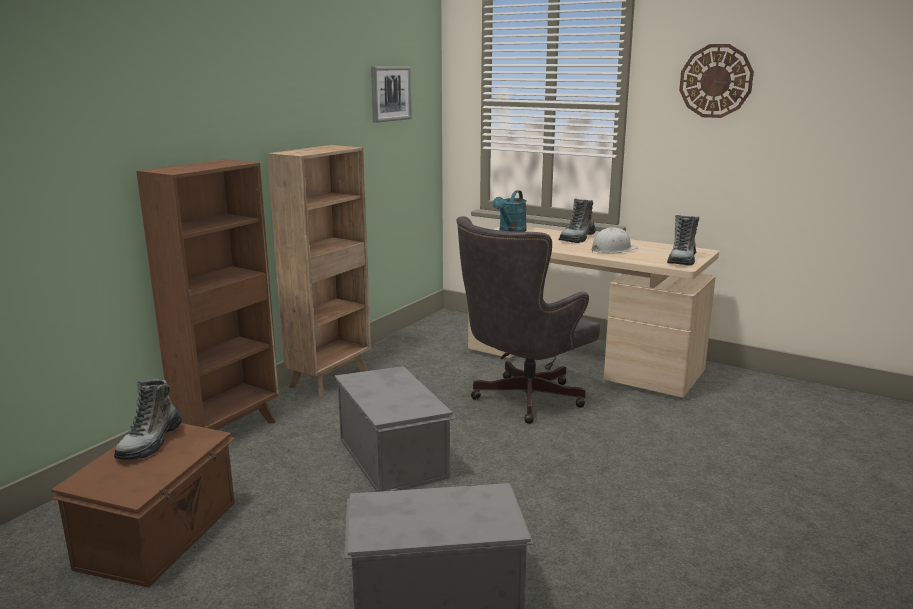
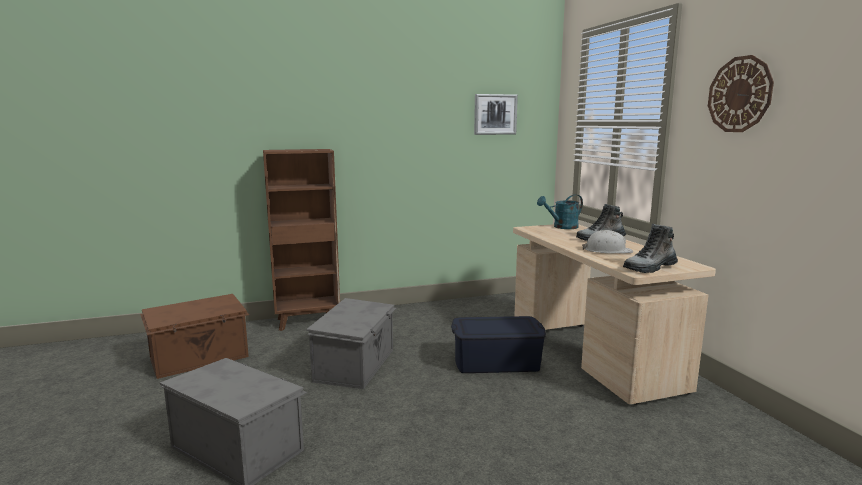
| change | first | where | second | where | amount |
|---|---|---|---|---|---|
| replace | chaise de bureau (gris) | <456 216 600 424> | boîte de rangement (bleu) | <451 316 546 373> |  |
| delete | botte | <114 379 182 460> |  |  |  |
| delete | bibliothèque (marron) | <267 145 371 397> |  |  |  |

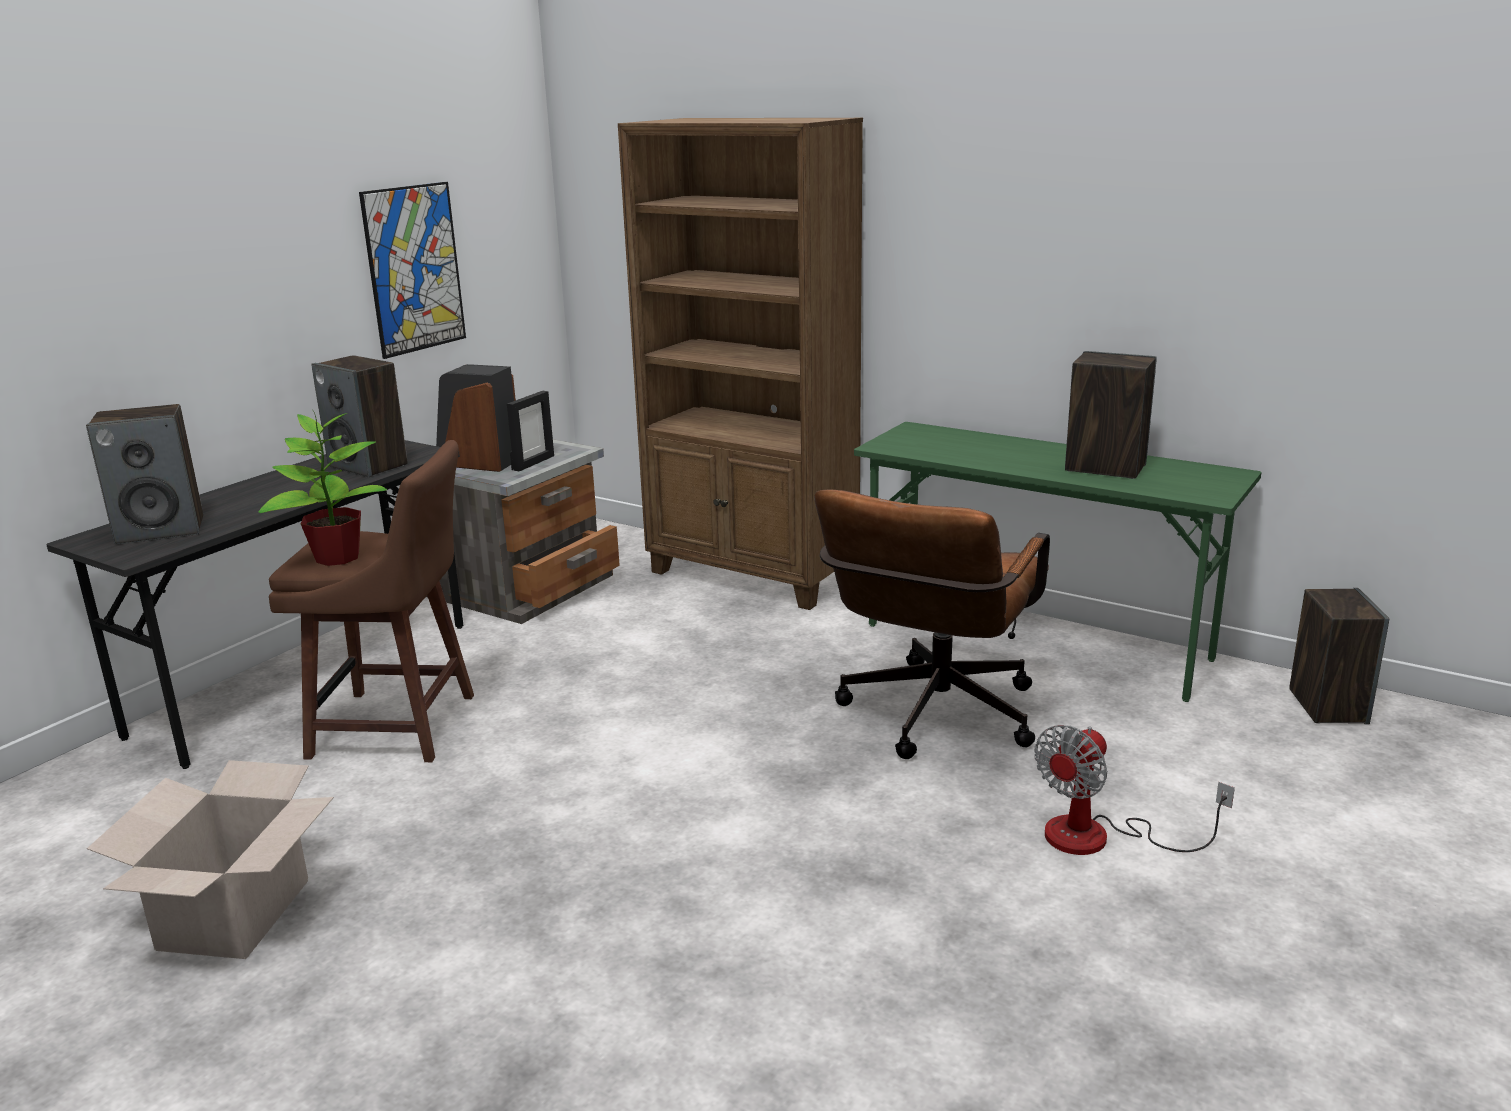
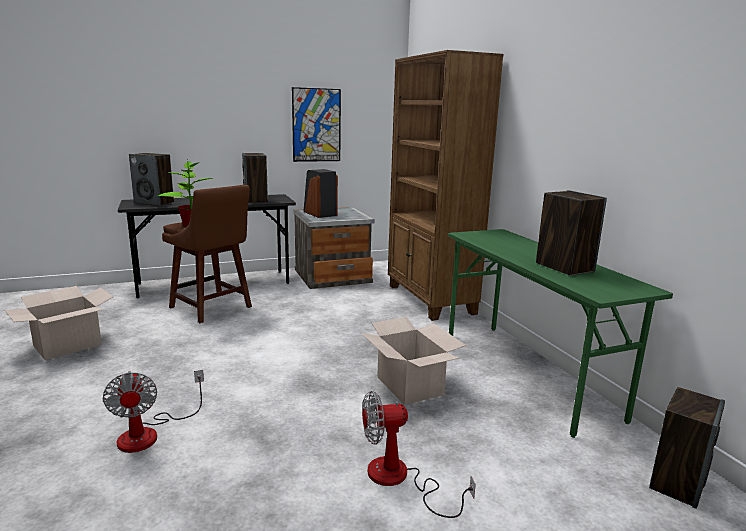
| change | first | where | second | where | amount |
|---|---|---|---|---|---|
| insert |  |  | ventilateur | <102 370 204 453> |  |
| replace | chaise de bureau (marron) | <814 490 1050 759> | carton | <361 317 466 405> |  |
| delete | cadre photo | <507 391 554 471> |  |  |  |

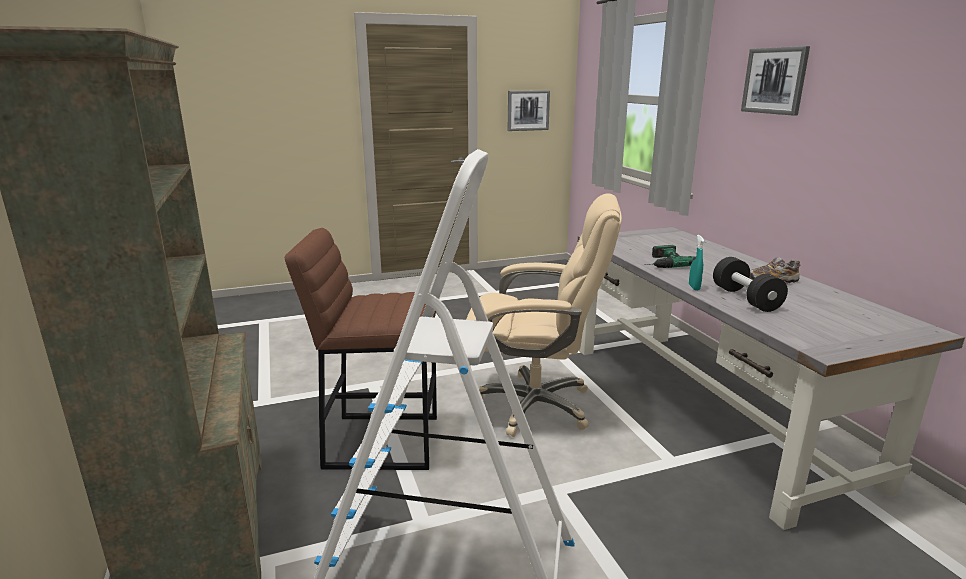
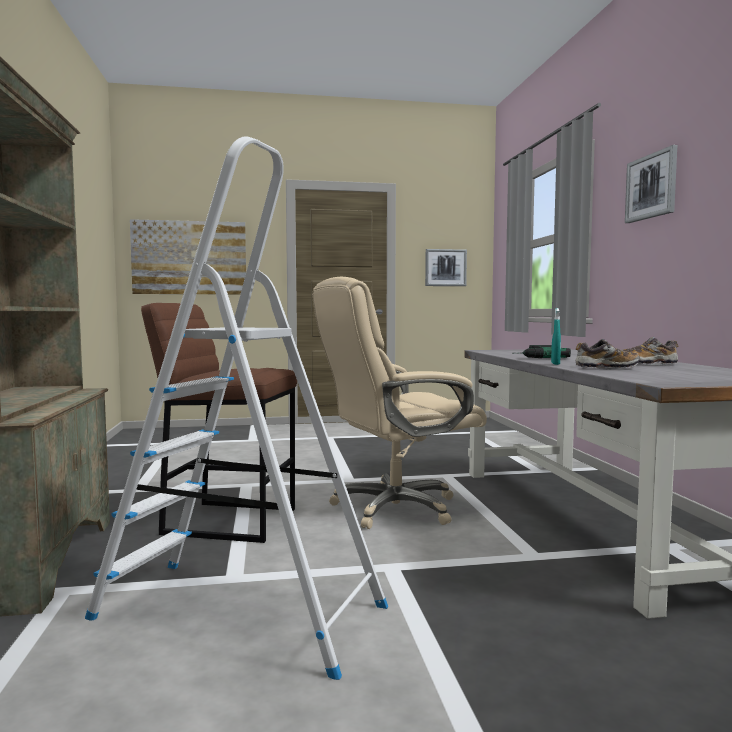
| change | first | where | second | where | amount |
|---|---|---|---|---|---|
| insert |  |  | tableau | <130 219 246 295> |  |
| rotate | chaise de bureau (beige) | <466 193 622 437> |  | <312 277 487 529> | 135 degrees clockwise |
| replace | haltère (noir) | <713 257 788 312> | chaussure | <575 339 639 368> |  |

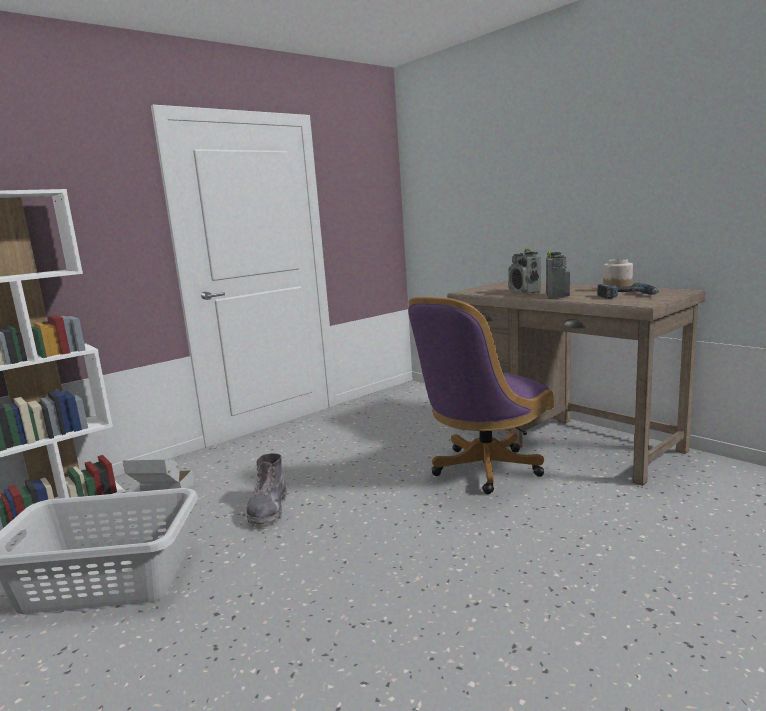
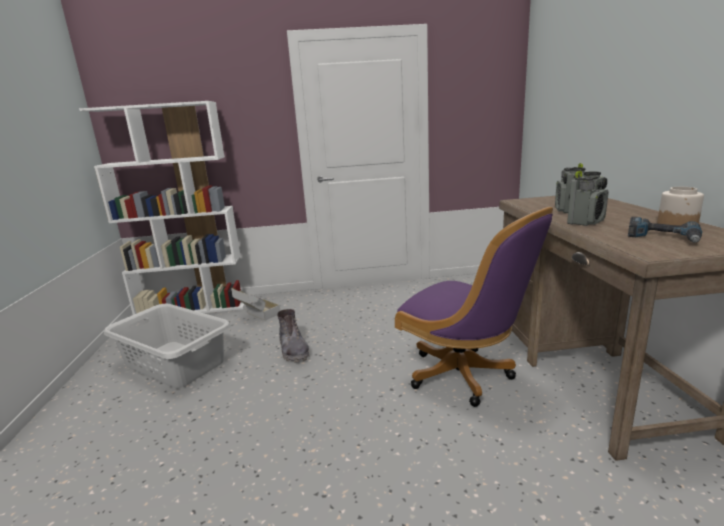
| change | first | where | second | where | amount |
|---|---|---|---|---|---|
| rotate | botte (gris) | <246 453 287 527> |  | <277 309 310 363> | 60 degrees counterclockwise |
| rotate | chaise de bureau (violet) | <408 297 554 494> |  | <395 207 553 407> | 120 degrees counterclockwise |

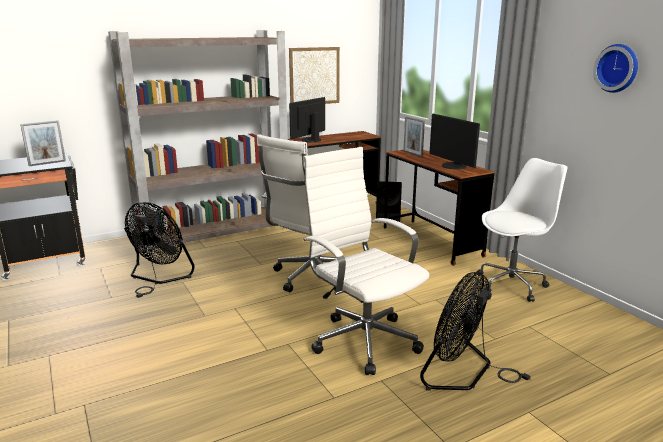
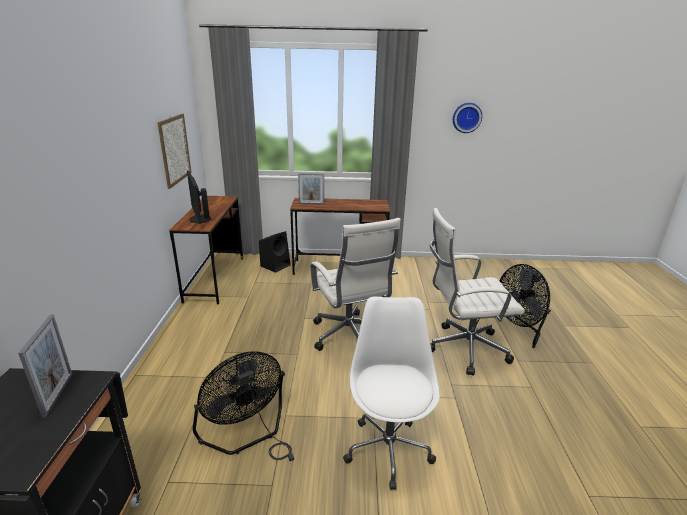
| change | first | where | second | where | amount |
|---|---|---|---|---|---|
| move | chaise de bureau (blanc) | <476 158 567 302> |  | <343 296 440 490> |  |
| delete | bibliothèque (marron) | <108 30 288 254> |  |  |  |
| delete | écran d'ordinateur | <429 113 480 169> |  |  |  |

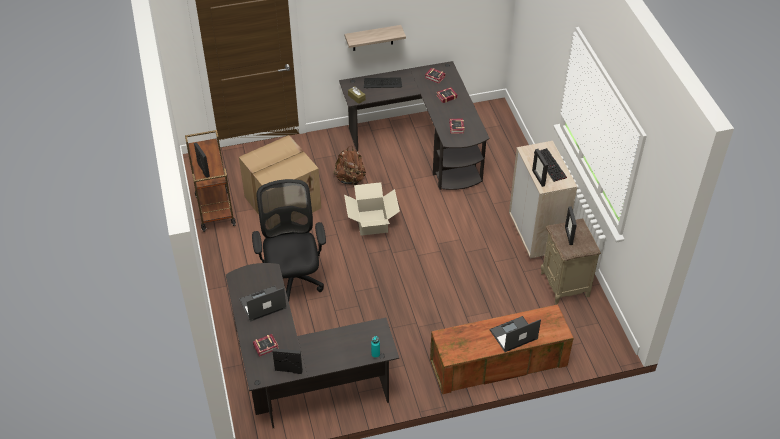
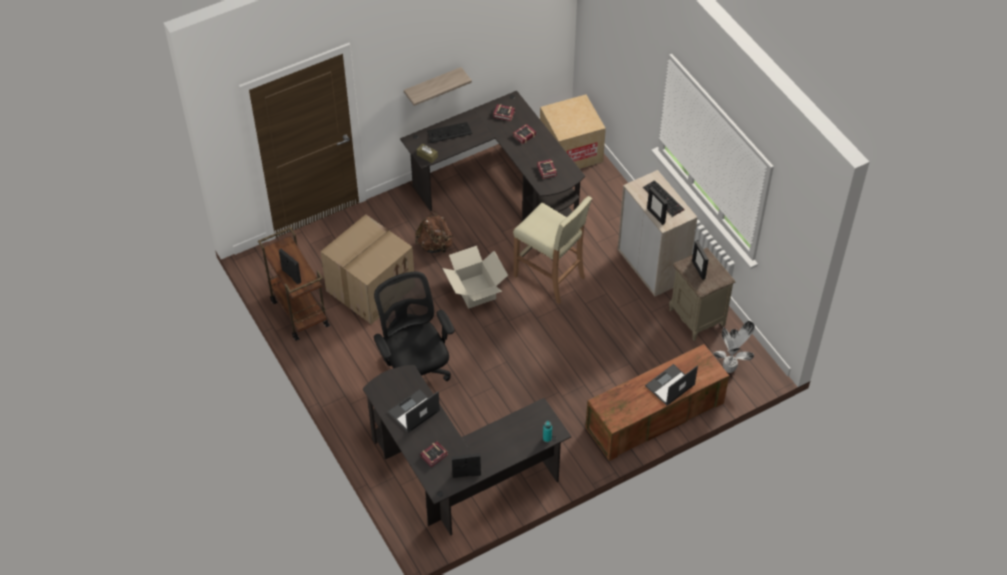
| change | first | where | second | where | amount |
|---|---|---|---|---|---|
| insert |  |  | tabouret (beige) | <513 196 592 304> |  |
| insert |  |  | carton | <540 94 606 169> |  |
| insert |  |  | plante en pot | <713 321 755 373> |  |

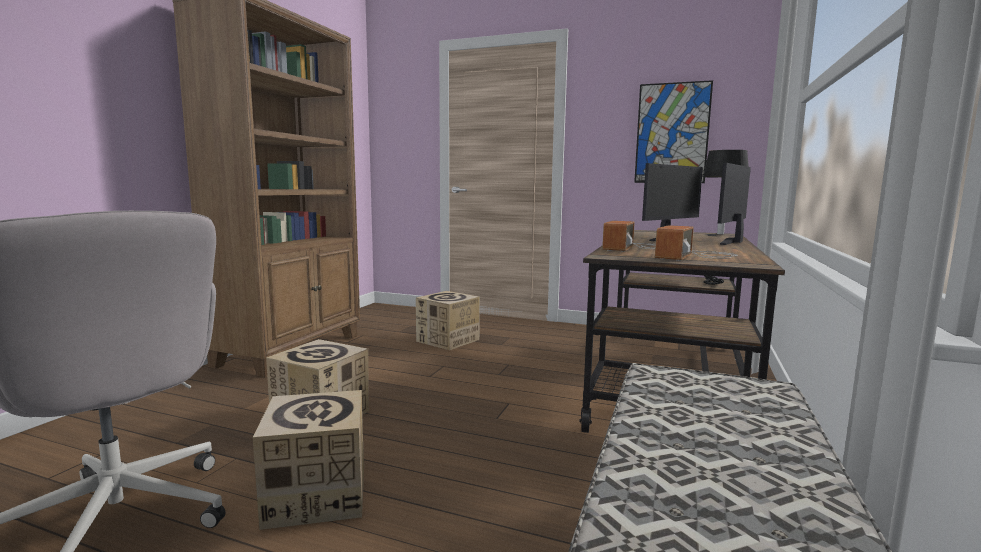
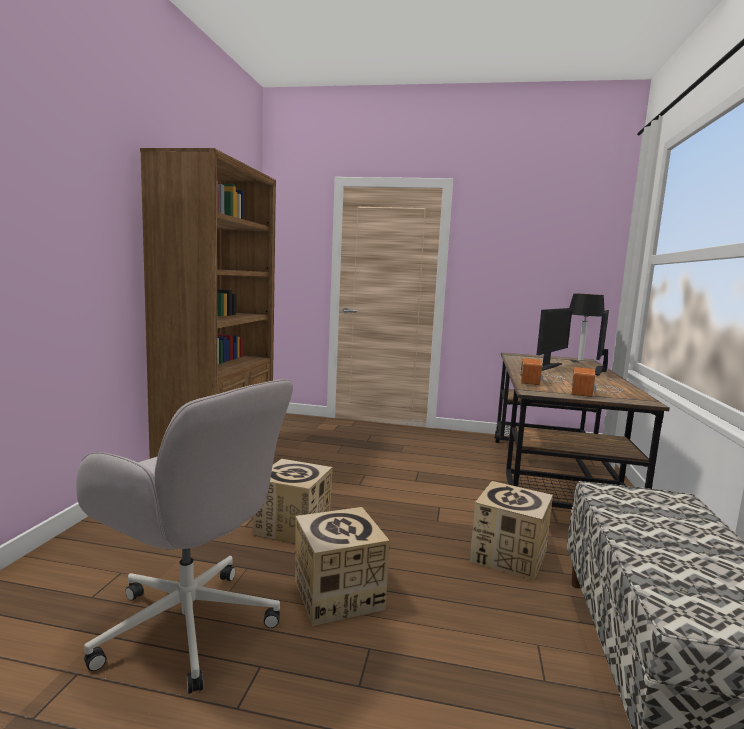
| change | first | where | second | where | amount |
|---|---|---|---|---|---|
| move | carton | <416 291 480 350> |  | <470 481 553 581> |  |
| delete | tableau | <634 80 713 183> |  |  |  |

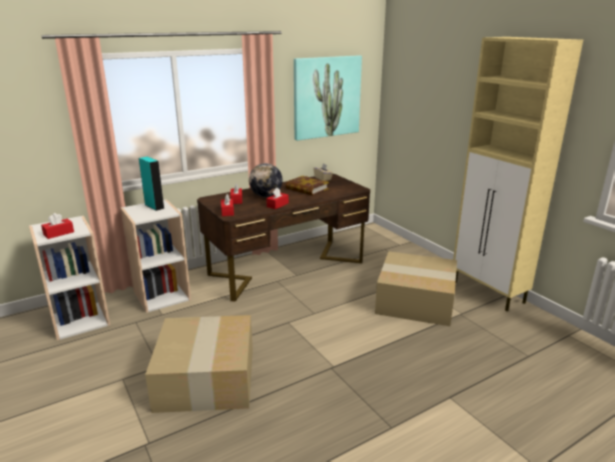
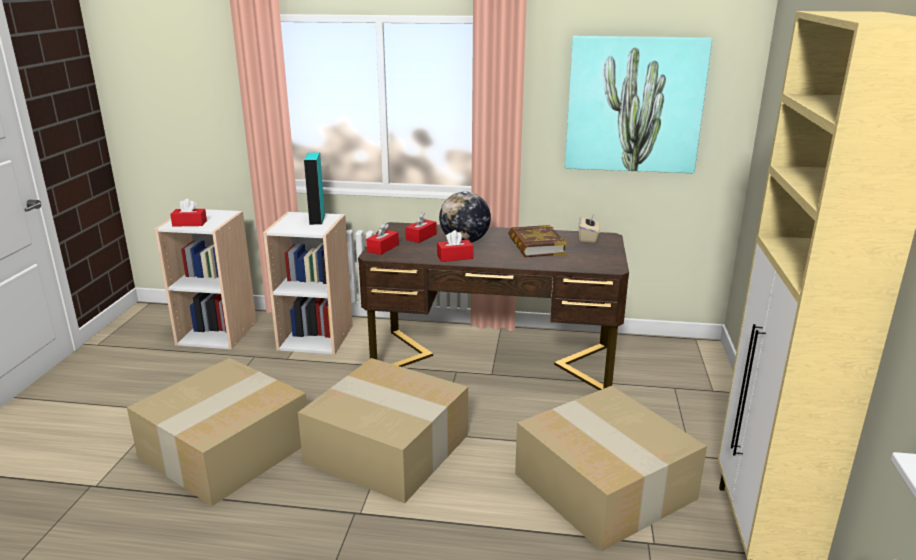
| change | first | where | second | where | amount |
|---|---|---|---|---|---|
| insert |  |  | carton | <298 358 468 503> |  |

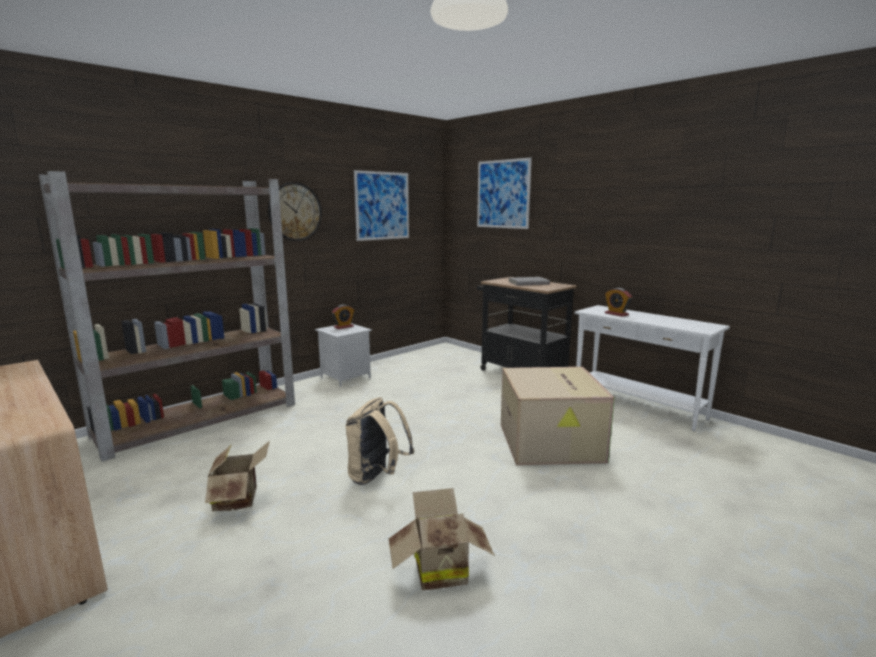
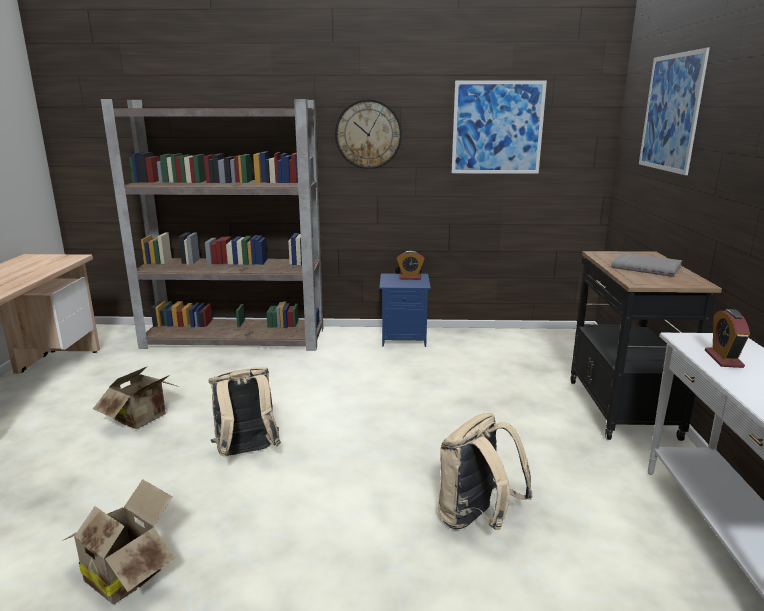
| change | first | where | second | where | amount |
|---|---|---|---|---|---|
| recolor | table de chevet (gris) | <315 323 372 387> | table de chevet (bleu) | <379 274 431 347> |  |
| replace | carton | <501 367 615 465> | sac à dos (beige) | <438 413 533 530> |  |

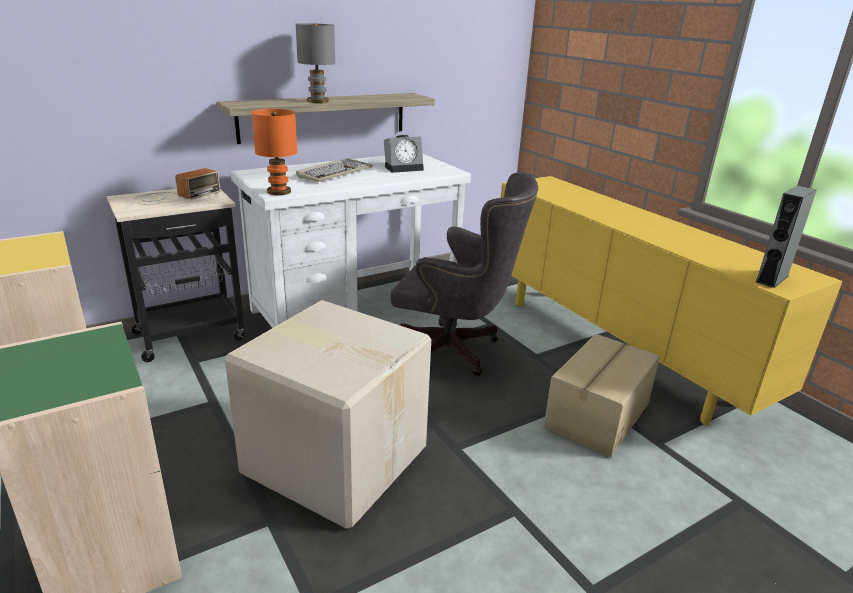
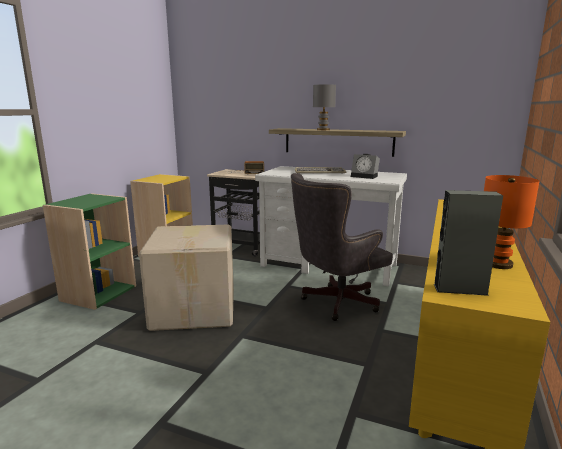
| change | first | where | second | where | amount |
|---|---|---|---|---|---|
| rotate | chaise de bureau (gris) | <391 173 538 376> |  | <291 173 393 321> | 75 degrees clockwise |
| move | lampe de table (orange) | <252 109 297 195> |  | <484 175 540 269> |  |
| delete | carton | <544 334 660 457> |  |  |  |

